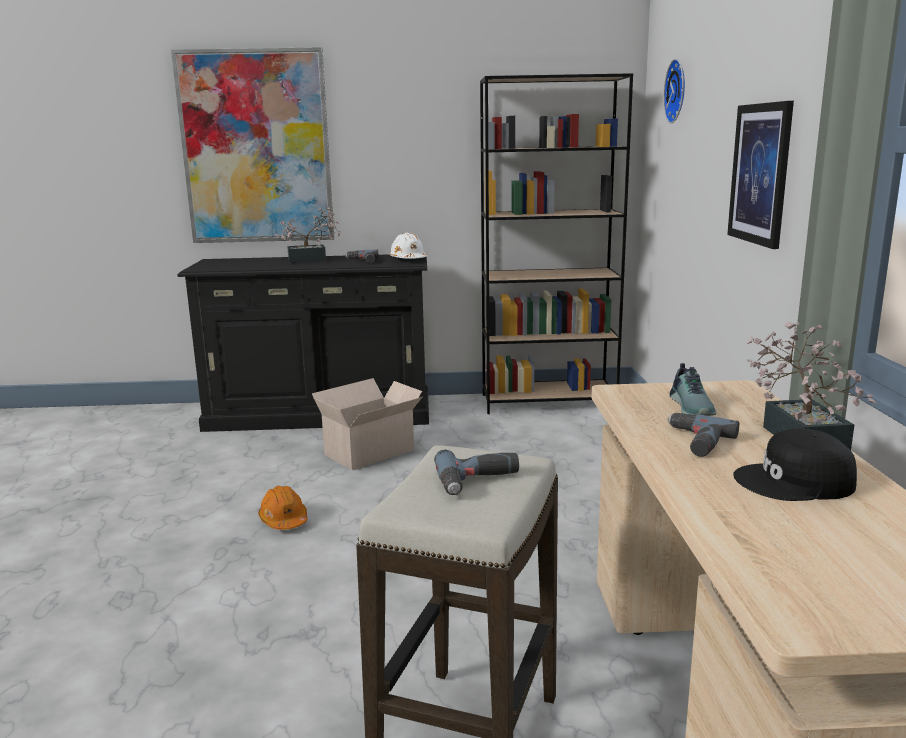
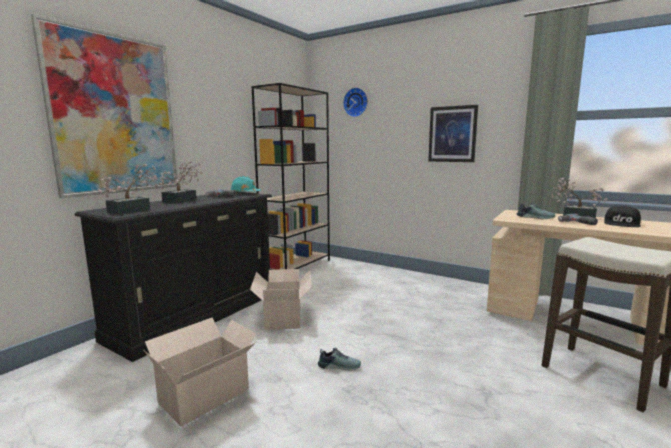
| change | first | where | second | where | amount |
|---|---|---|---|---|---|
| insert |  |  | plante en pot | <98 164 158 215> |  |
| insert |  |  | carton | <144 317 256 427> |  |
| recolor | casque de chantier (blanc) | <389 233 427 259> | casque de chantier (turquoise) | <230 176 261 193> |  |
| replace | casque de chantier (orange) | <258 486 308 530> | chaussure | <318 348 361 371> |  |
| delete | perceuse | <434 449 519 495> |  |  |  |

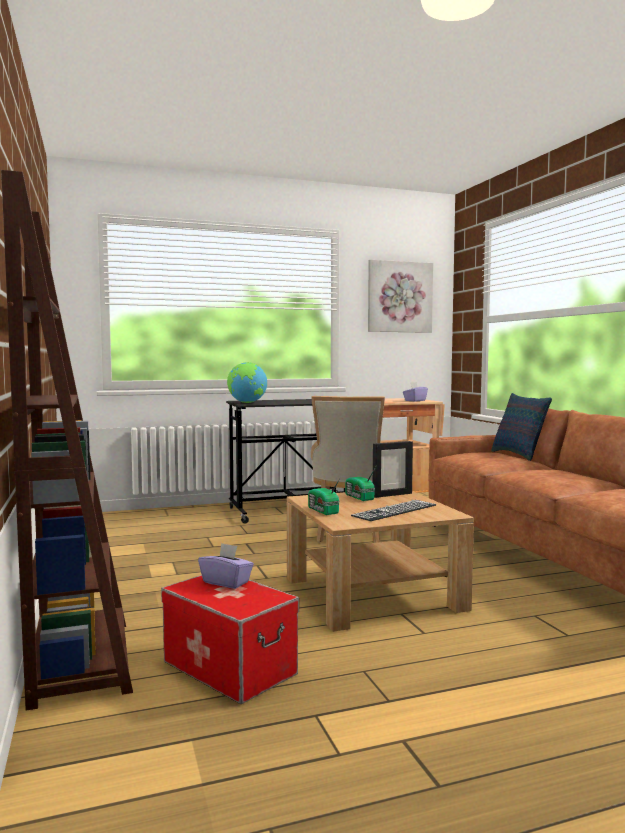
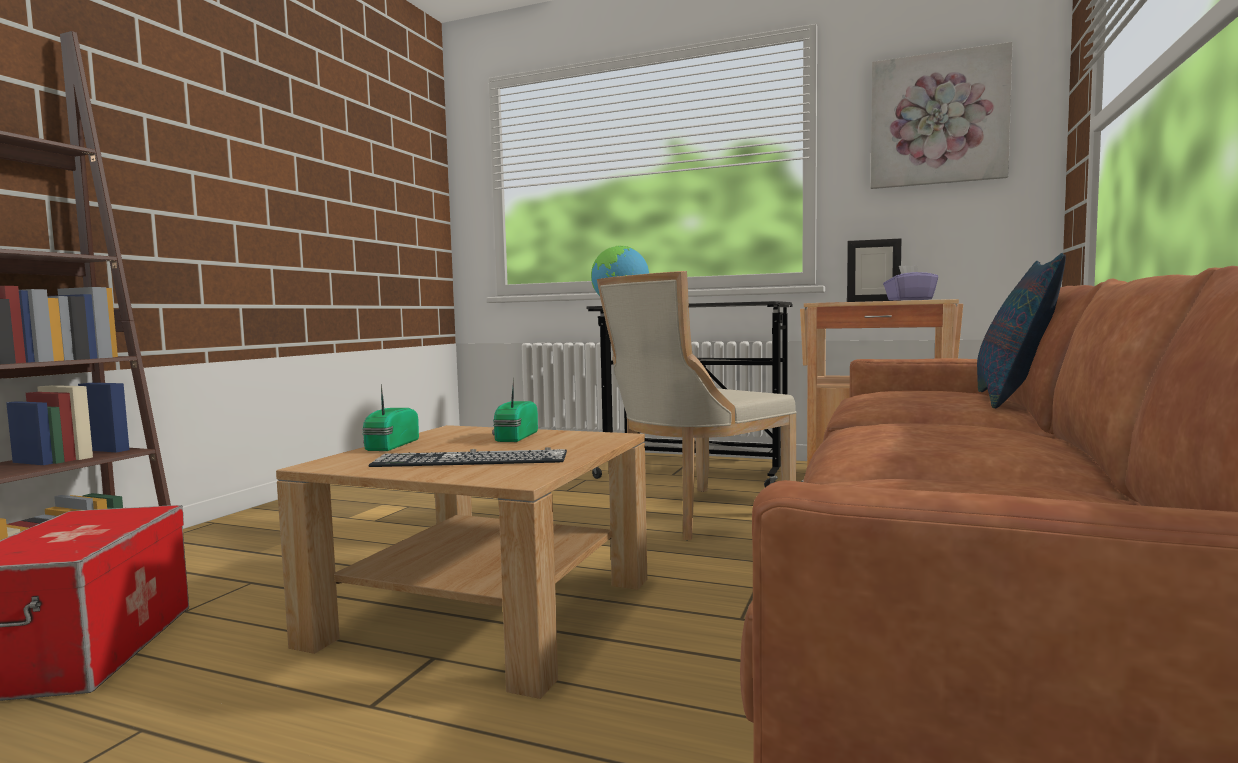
| change | first | where | second | where | amount |
|---|---|---|---|---|---|
| move | cadre photo | <372 441 413 498> |  | <847 239 901 302> |  |
| delete | boîte à mouchoirs (violet) | <198 543 254 589> |  |  |  |

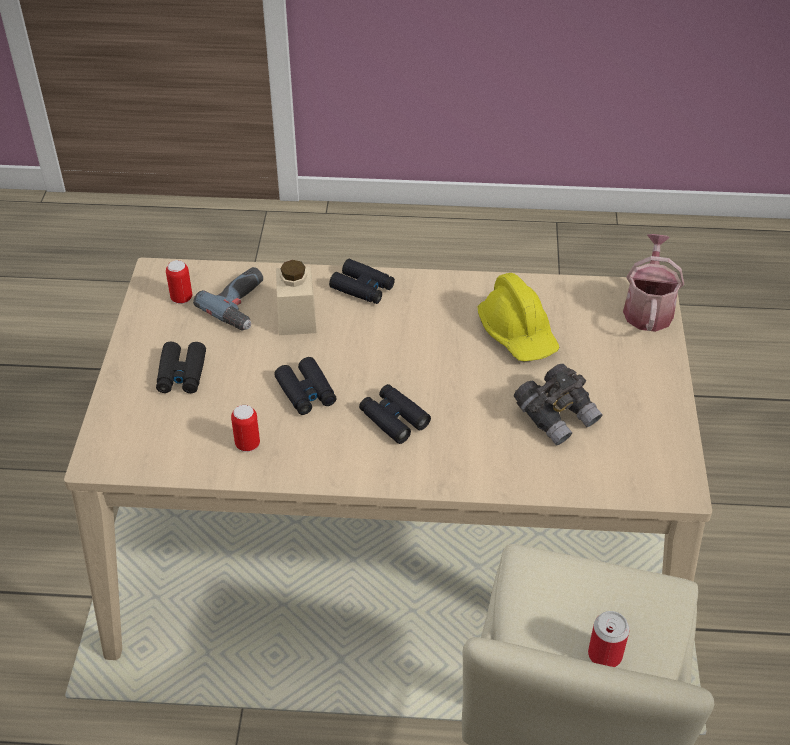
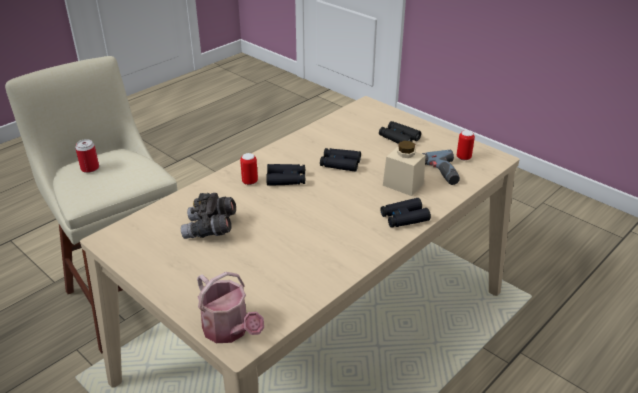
| change | first | where | second | where | amount |
|---|---|---|---|---|---|
| move | boîte métallique | <231 405 260 452> |  | <240 153 258 185> |  |
| delete | casque de chantier (jaune) | <478 273 560 361> |  |  |  |

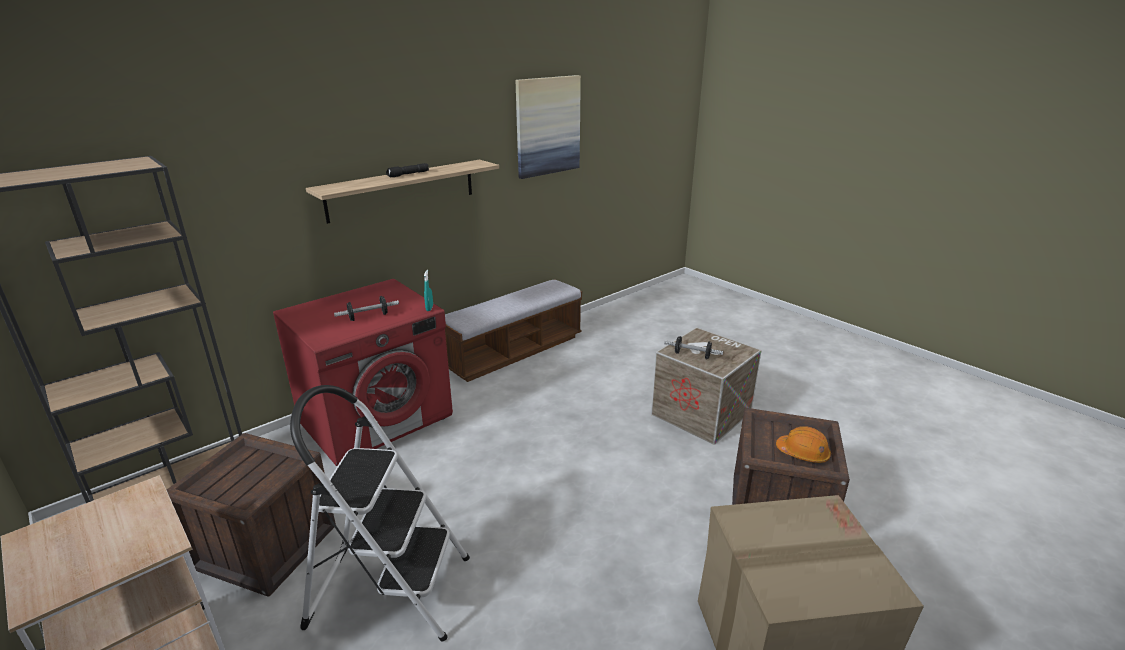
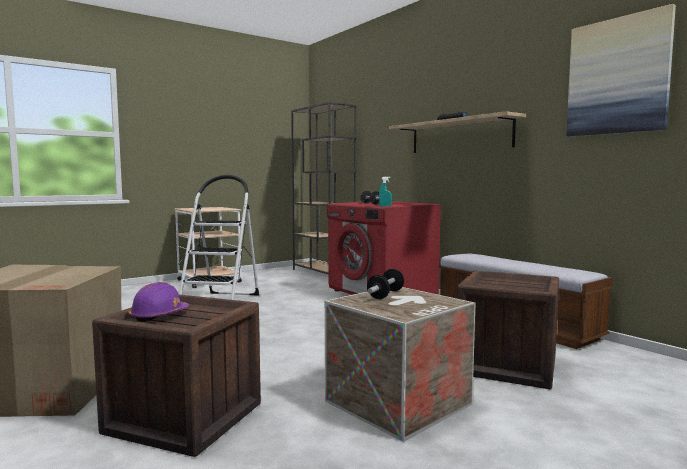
| change | first | where | second | where | amount |
|---|---|---|---|---|---|
| recolor | casque de chantier (orange) | <776 426 831 463> | casque de chantier (violet) | <128 282 189 322> |  |
| move | caisse | <167 433 336 597> |  | <456 271 559 389> |  |

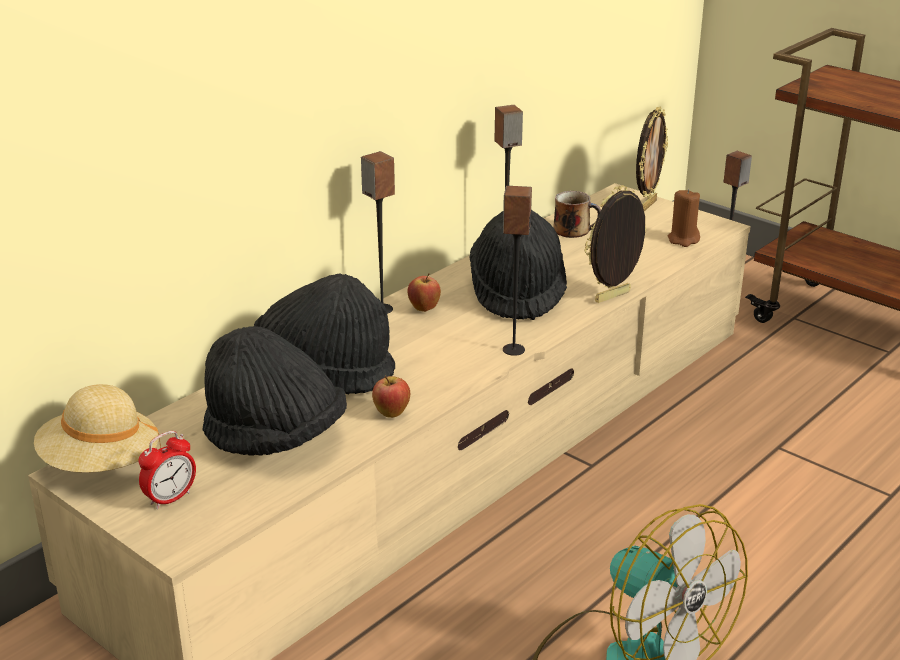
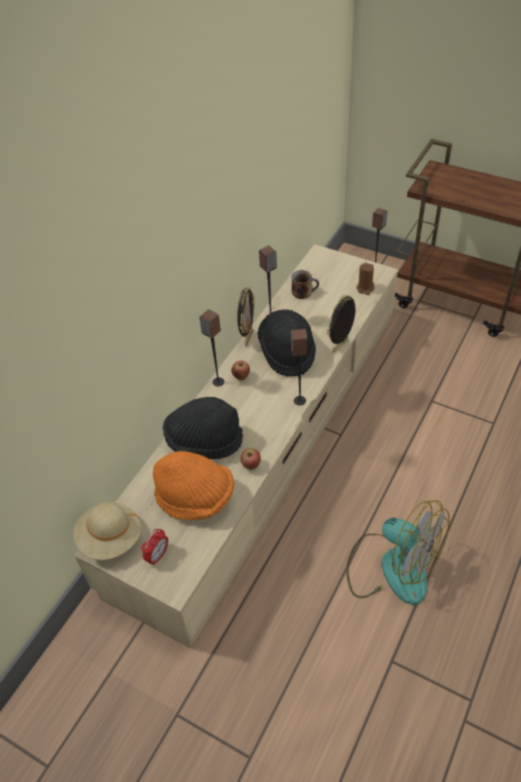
| change | first | where | second | where | amount |
|---|---|---|---|---|---|
| recolor | chapeau (noir) | <203 326 347 456> | chapeau (orange) | <153 451 234 520> |  |
| move | cadre photo | <636 107 668 211> |  | <237 286 255 347> |  |

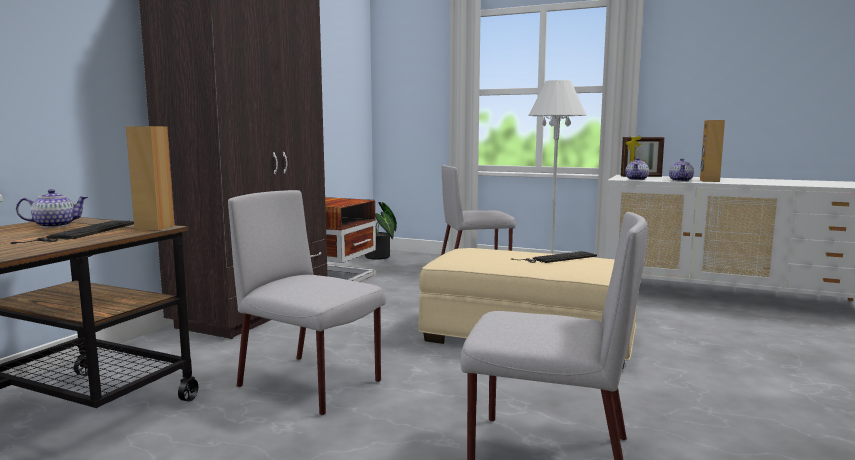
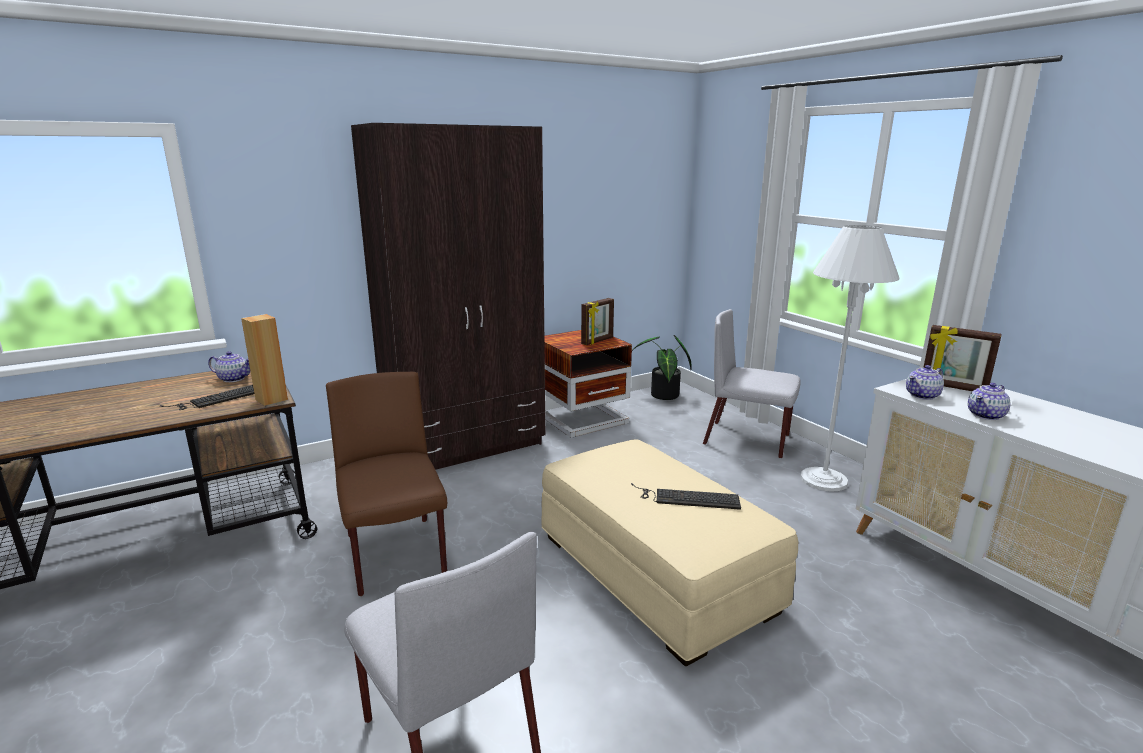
| change | first | where | second | where | amount |
|---|---|---|---|---|---|
| recolor | chaise (gris) | <228 190 386 416> | chaise (marron) | <326 372 447 596> |  |
| insert |  |  | cadre photo | <581 298 614 345> |  |
| delete | enceinte (marron) | <700 120 725 182> |  |  |  |

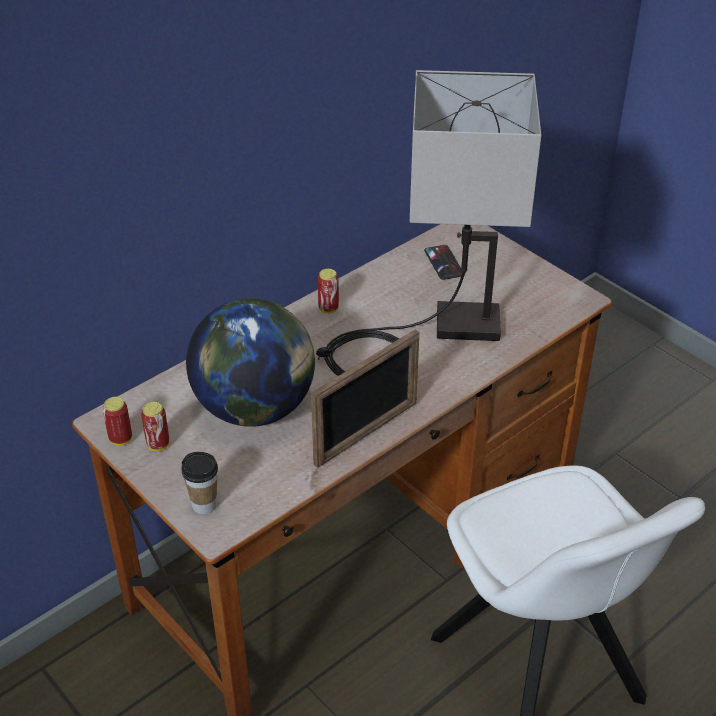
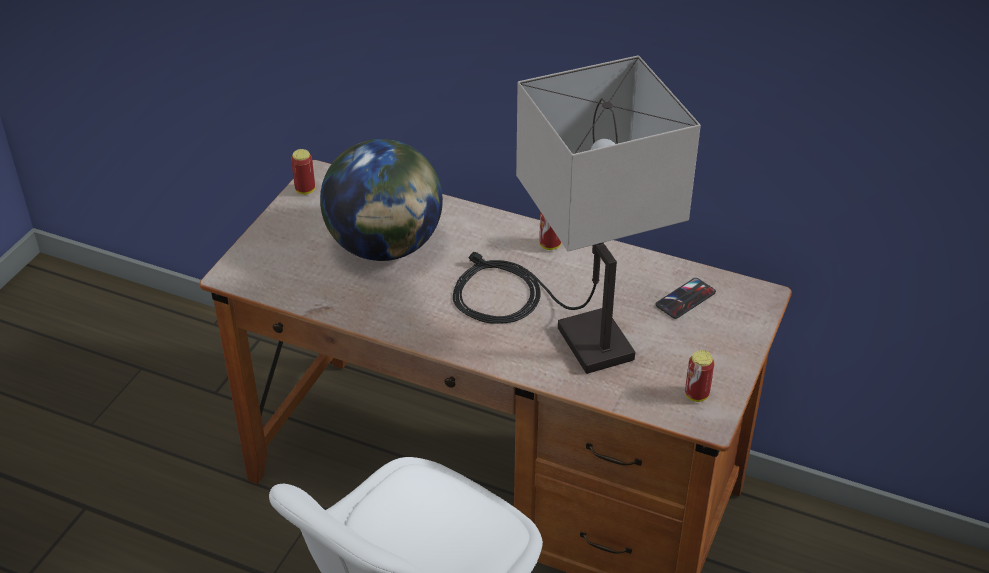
| change | first | where | second | where | amount |
|---|---|---|---|---|---|
| move | boîte métallique | <141 402 169 451> |  | <685 351 714 402> |  |
| delete | tasse | <181 452 218 514> |  |  |  |
| delete | cadre photo | <311 329 419 468> |  |  |  |

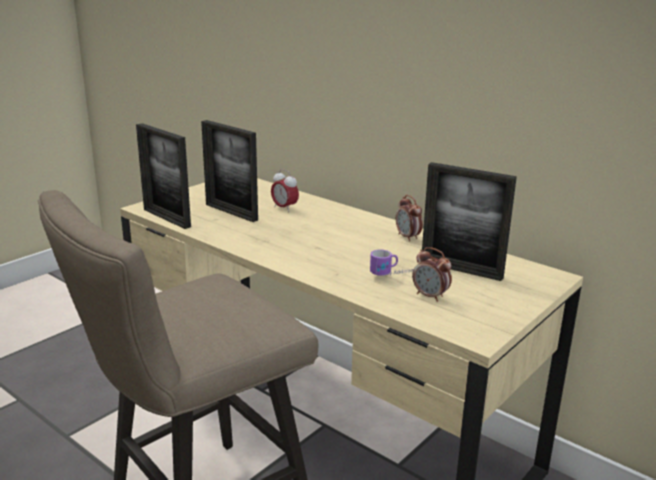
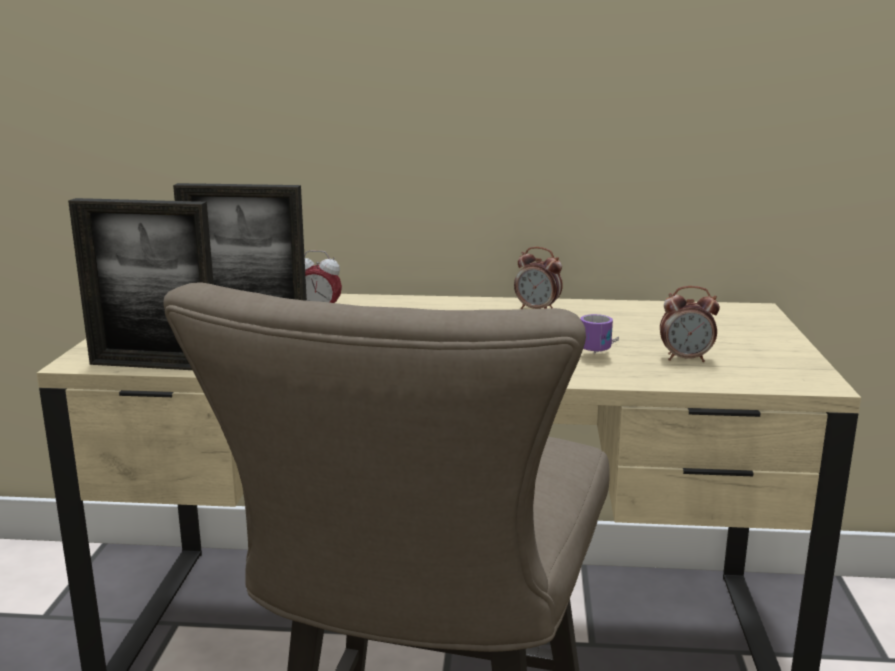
| change | first | where | second | where | amount |
|---|---|---|---|---|---|
| delete | cadre photo | <422 162 517 281> |  |  |  |

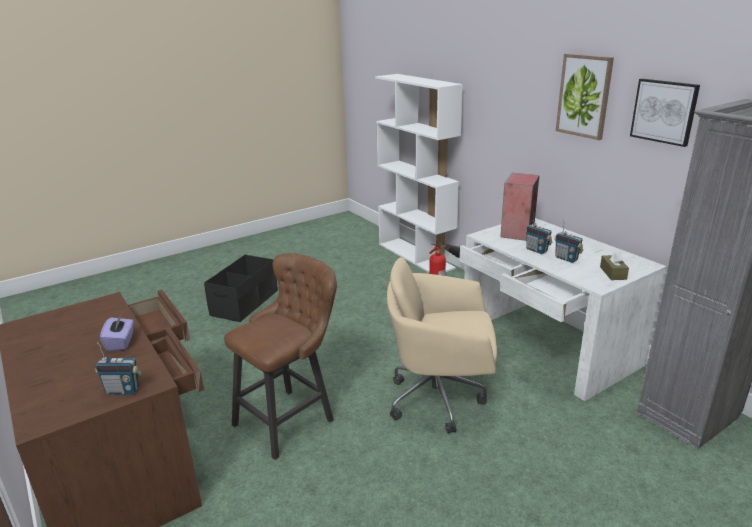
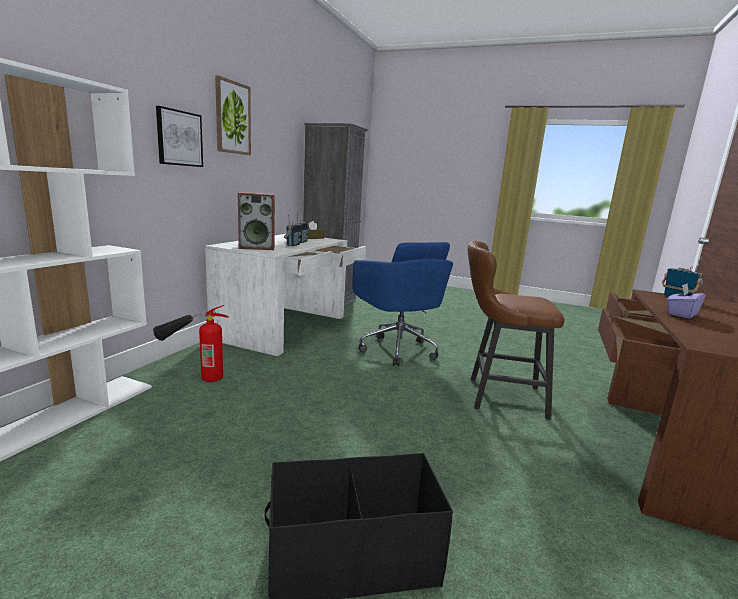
| change | first | where | second | where | amount |
|---|---|---|---|---|---|
| move | tableau | <630 79 700 147> |  | <156 106 203 167> |  |
| recolor | chaise de bureau (beige) | <387 257 497 434> | chaise de bureau (bleu) | <353 242 453 366> |  |

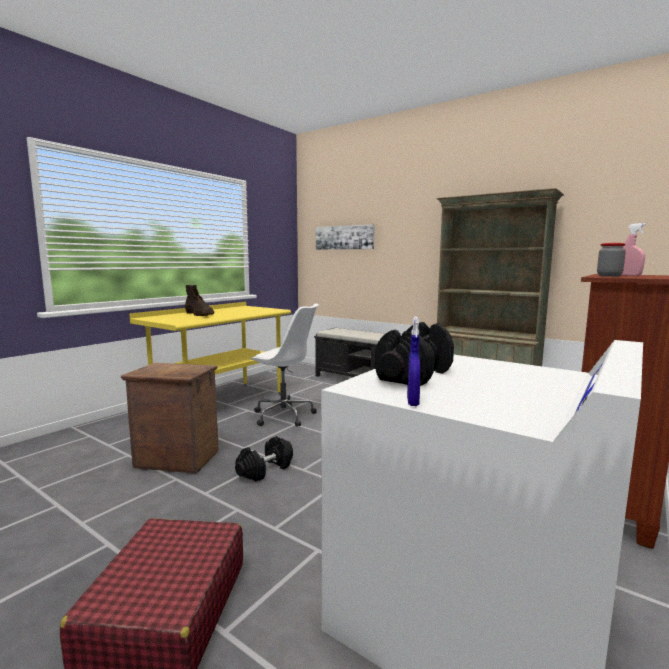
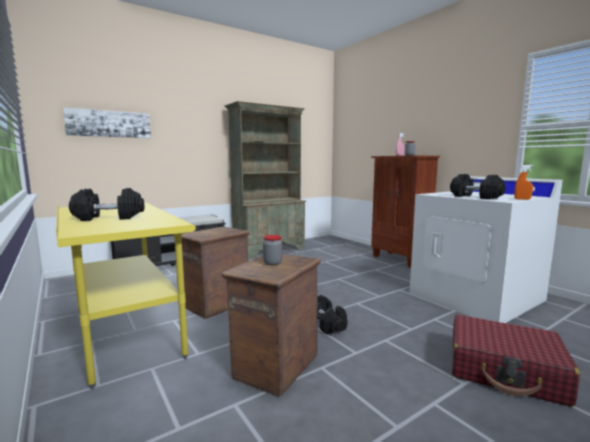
| change | first | where | second | where | amount |
|---|---|---|---|---|---|
| replace | botte (marron) | <185 285 214 316> | haltère (noir) | <69 188 144 221> |  |
| replace | chaise de bureau (blanc) | <251 304 319 427> | caisse | <181 227 250 319> |  |
| insert |  |  | bocal | <263 235 282 265> |  |
| recolor | vaporisateur (bleu) | <407 317 420 406> | vaporisateur (orange) | <515 165 534 200> |  |

